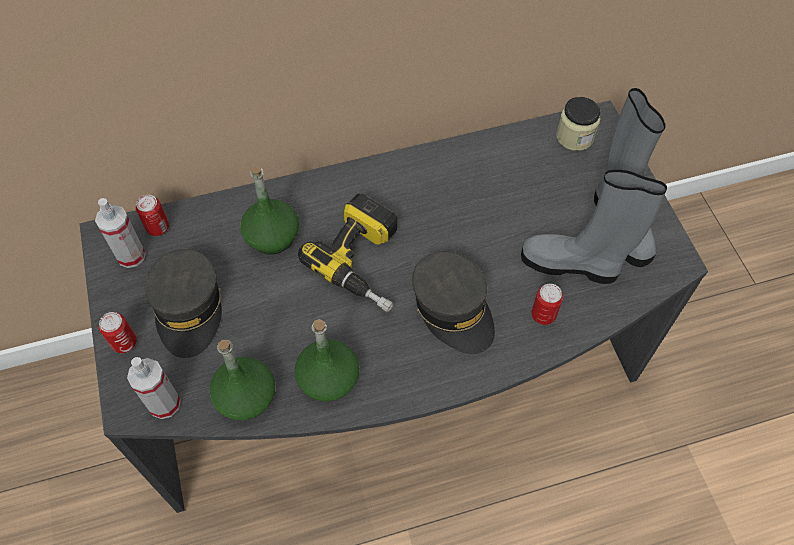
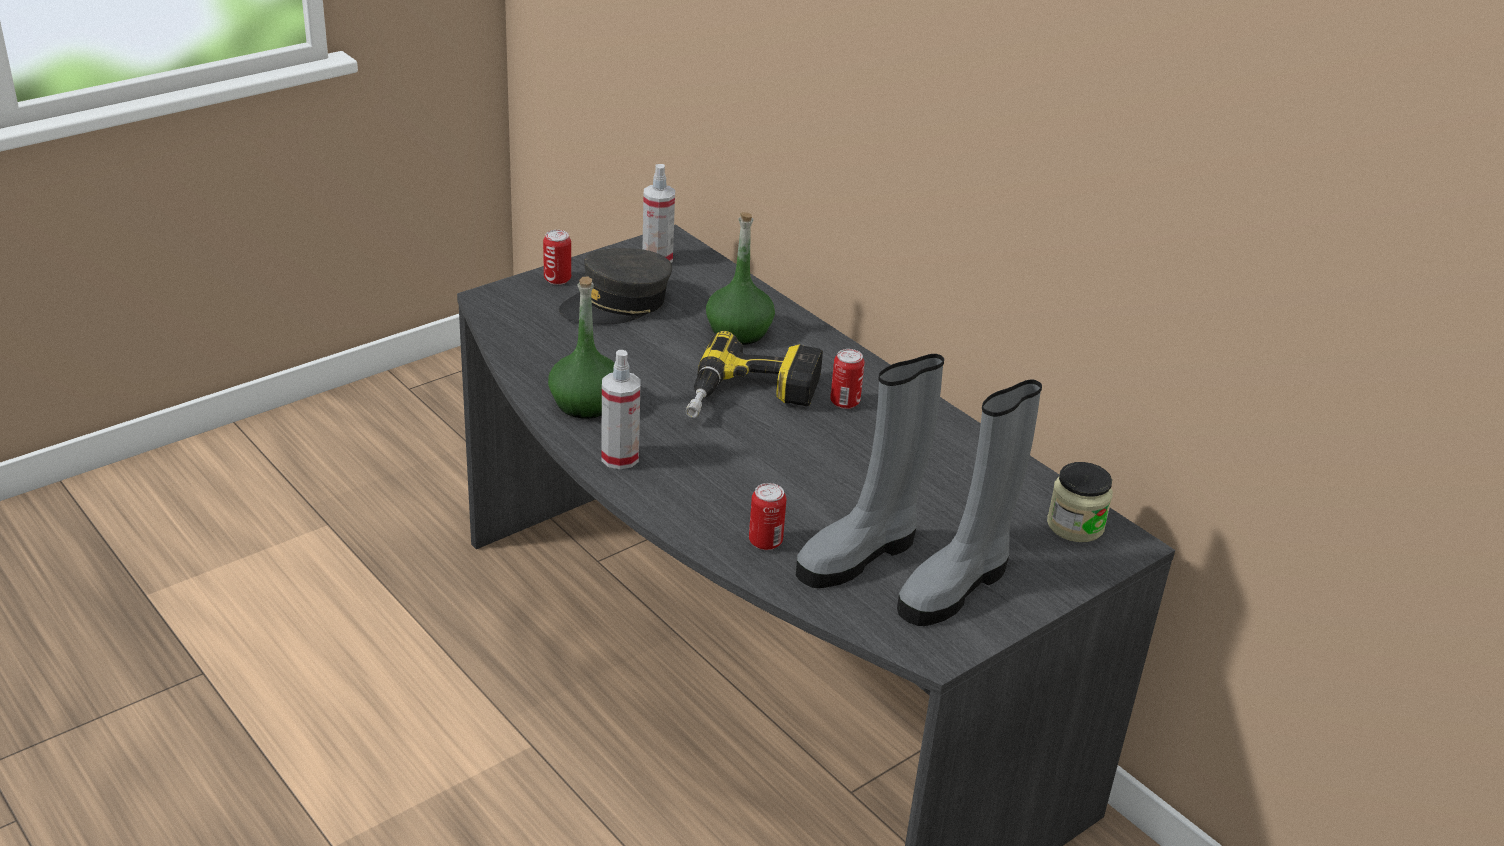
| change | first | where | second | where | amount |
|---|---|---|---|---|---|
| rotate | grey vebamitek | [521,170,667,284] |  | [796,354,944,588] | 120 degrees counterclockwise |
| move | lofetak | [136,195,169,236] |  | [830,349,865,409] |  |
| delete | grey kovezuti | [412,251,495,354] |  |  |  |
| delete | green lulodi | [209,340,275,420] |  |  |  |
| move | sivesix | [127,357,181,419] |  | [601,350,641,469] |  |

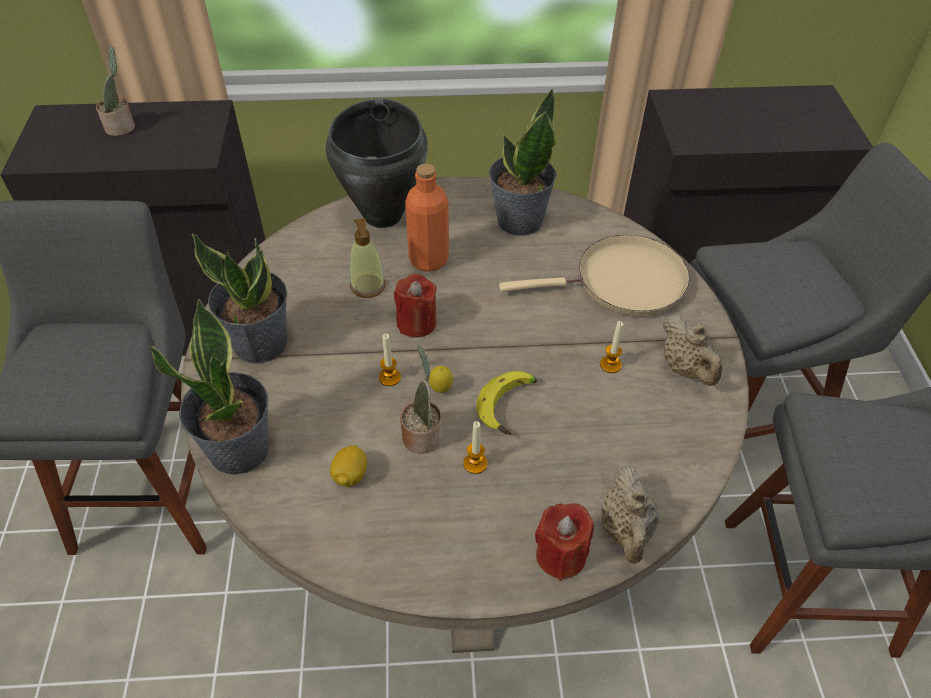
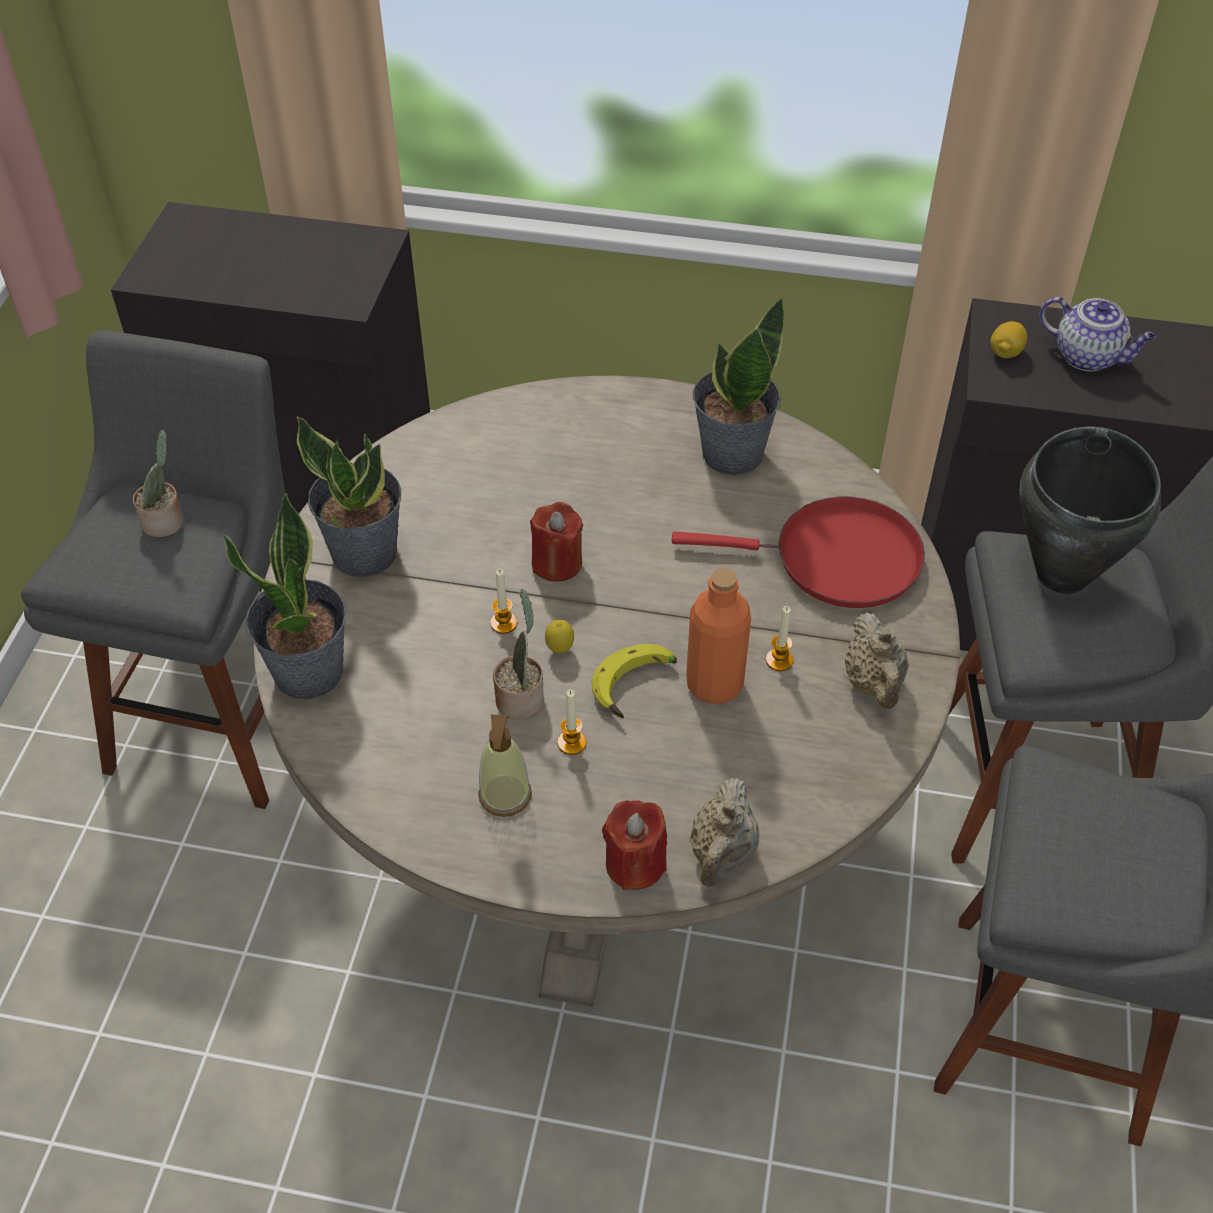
| change | first | where | second | where | amount |
|---|---|---|---|---|---|
| move | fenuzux | [96,45,135,136] |  | [133,430,184,538] |  |
| move | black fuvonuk | [326,98,428,228] |  | [1019,426,1161,594] |  |
| move | orange lulodi | [405,164,449,272] |  | [686,568,751,704] |  |
| move | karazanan | [350,218,386,298] |  | [478,715,532,817] |  |
| recolor | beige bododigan | [499,235,690,316] | red bododigan | [672,497,925,608] |  |
| move | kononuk | [330,445,367,487] |  | [990,321,1027,358] |  |
| insert |  |  | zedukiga | [1039,297,1156,371] |  |

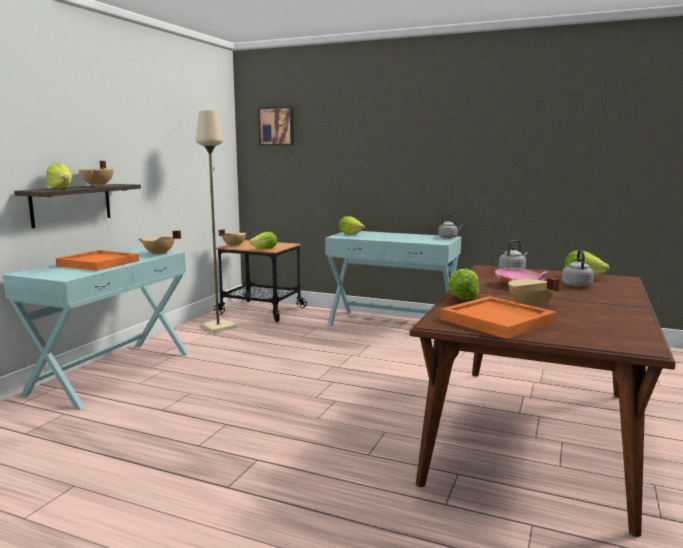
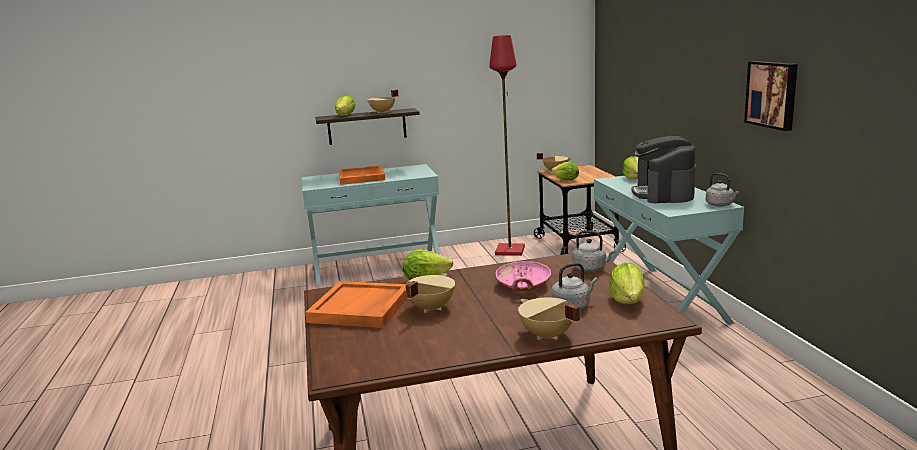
| change | first | where | second | where | amount |
|---|---|---|---|---|---|
| move | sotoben | [258,107,294,145] |  | [744,61,798,131] |  |
| recolor | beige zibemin | [196,110,237,333] | red zibemin | [489,35,525,256] |  |
| move | beige fuvonuk | [139,230,181,256] |  | [518,297,580,340] |  |
| insert |  |  | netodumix | [632,136,696,203] |  |

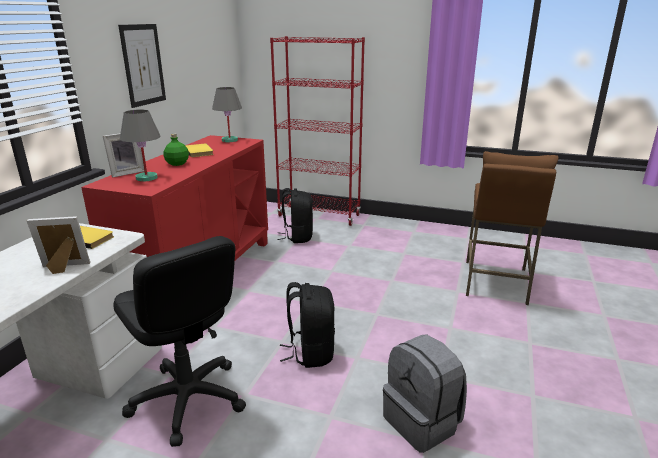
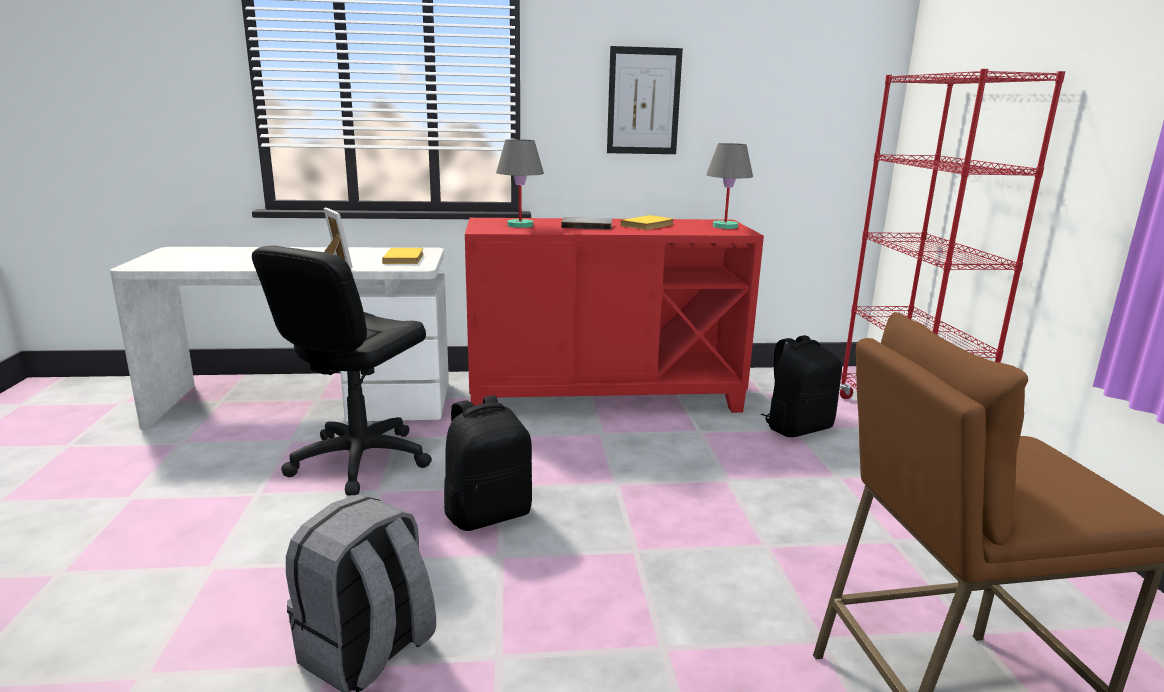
| change | first | where | second | where | amount |
|---|---|---|---|---|---|
| delete | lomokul | [103,133,145,177] |  |  |  |
| replace | green lulodi | [164,134,189,166] | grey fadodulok | [561,217,612,230] |  |

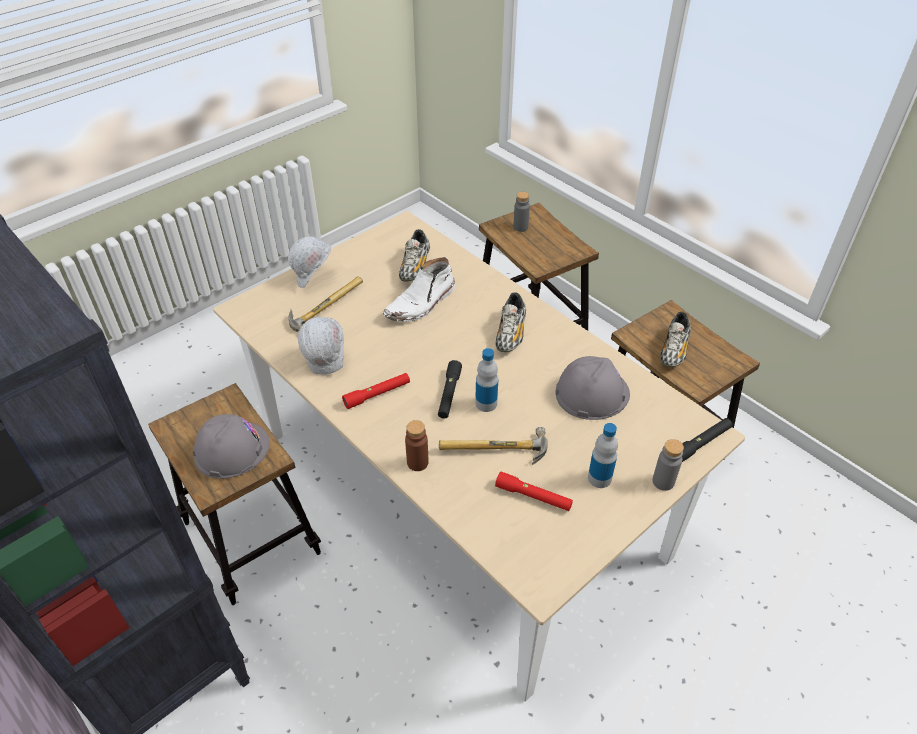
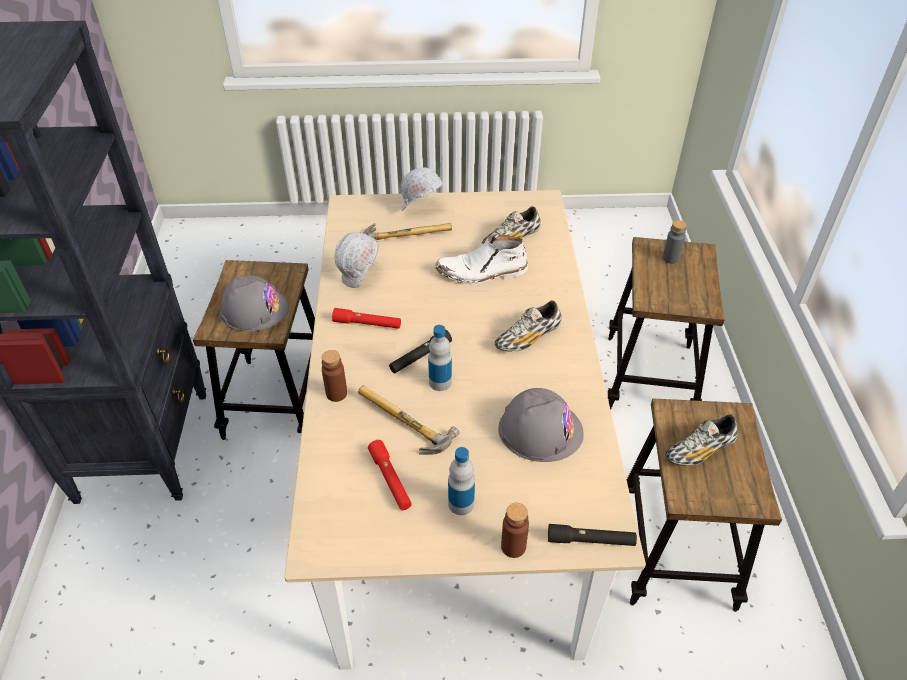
| change | first | where | second | where | amount |
|---|---|---|---|---|---|
| recolor | grey lulodi | [653,439,684,491] | brown lulodi | [501,503,529,558] |  |

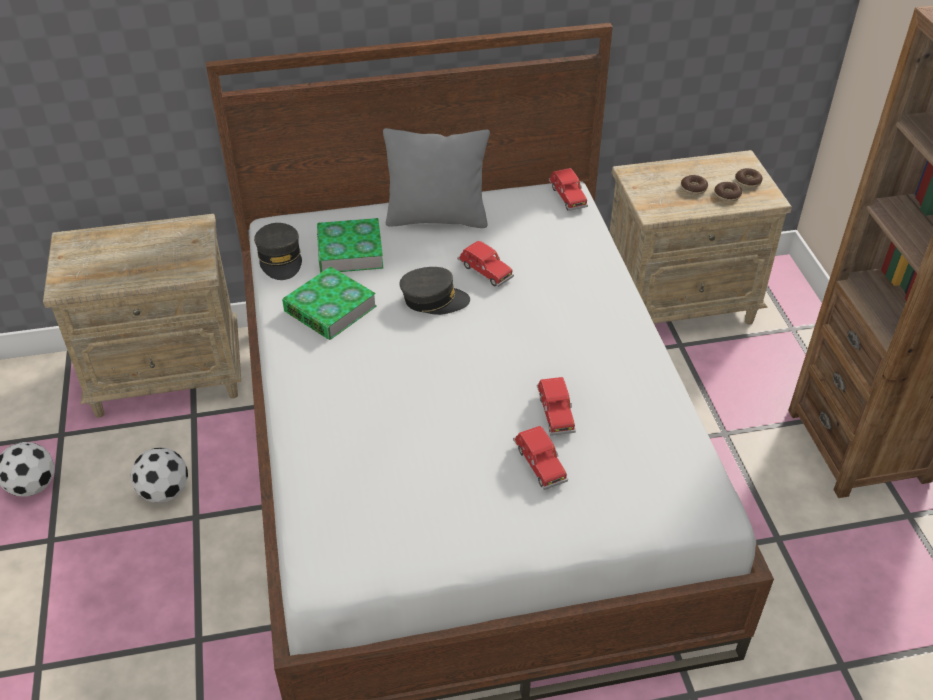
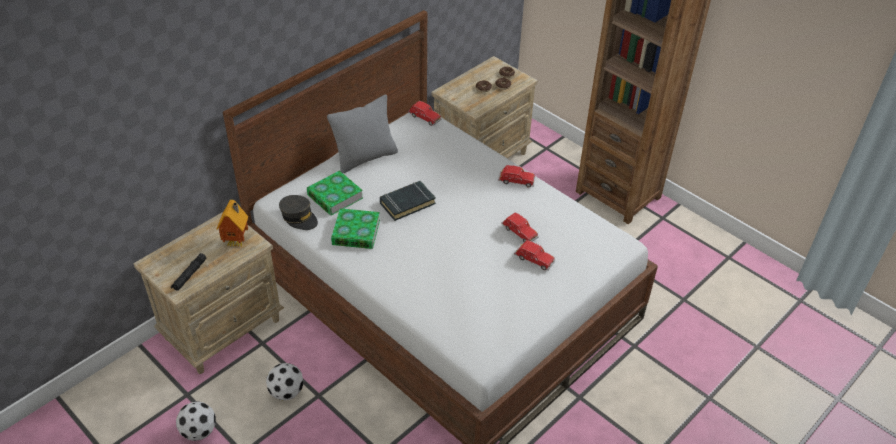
| change | first | where | second | where | amount |
|---|---|---|---|---|---|
| move | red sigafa | [457,241,514,287] |  | [498,165,535,187] |  |
| replace | grey kovezuti | [399,267,470,315] | black fadodulok | [380,181,436,221] |  |
| insert |  |  | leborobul | [216,200,248,247] |  |
| insert |  |  | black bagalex | [171,253,206,291] |  |

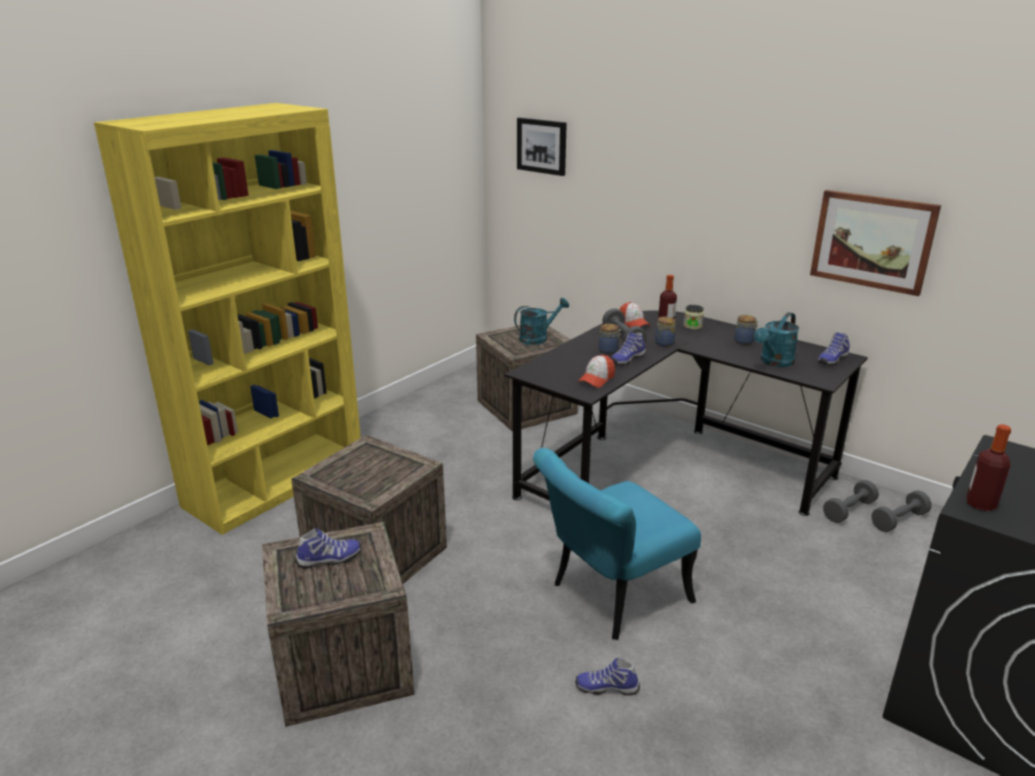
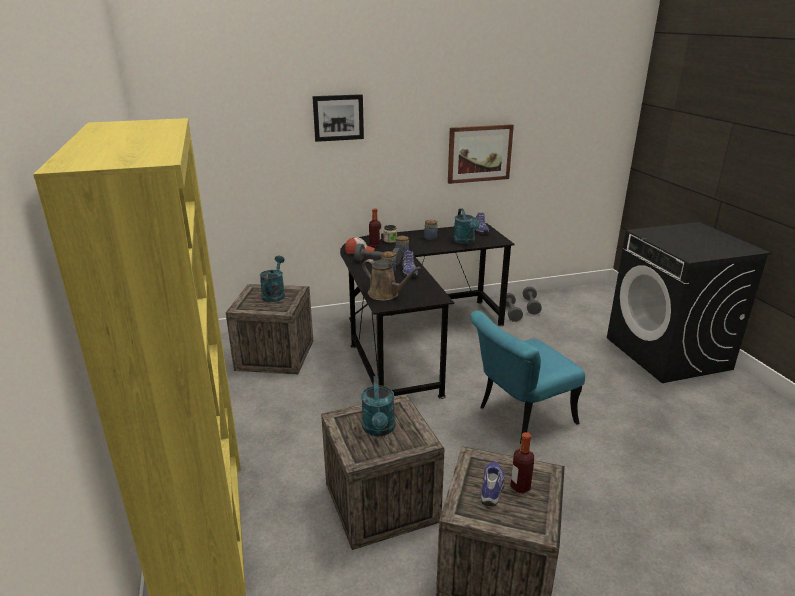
| change | first | where | second | where | amount |
|---|---|---|---|---|---|
| move | sotoben | [517,118,567,176] |  | [312,94,364,142] |  |
| delete | kovezuti | [578,355,615,388] |  |  |  |
| move | lulodi | [966,424,1011,511] |  | [510,432,534,494] |  |
| rotate | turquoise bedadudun | [533,448,701,640] |  | [470,311,585,444] | 60 degrees clockwise |
| delete | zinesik | [576,657,640,695] |  |  |  |
| insert |  |  | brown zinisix | [362,259,421,301] |  |
| insert |  |  | turquoise zinisix | [361,376,395,436] |  |

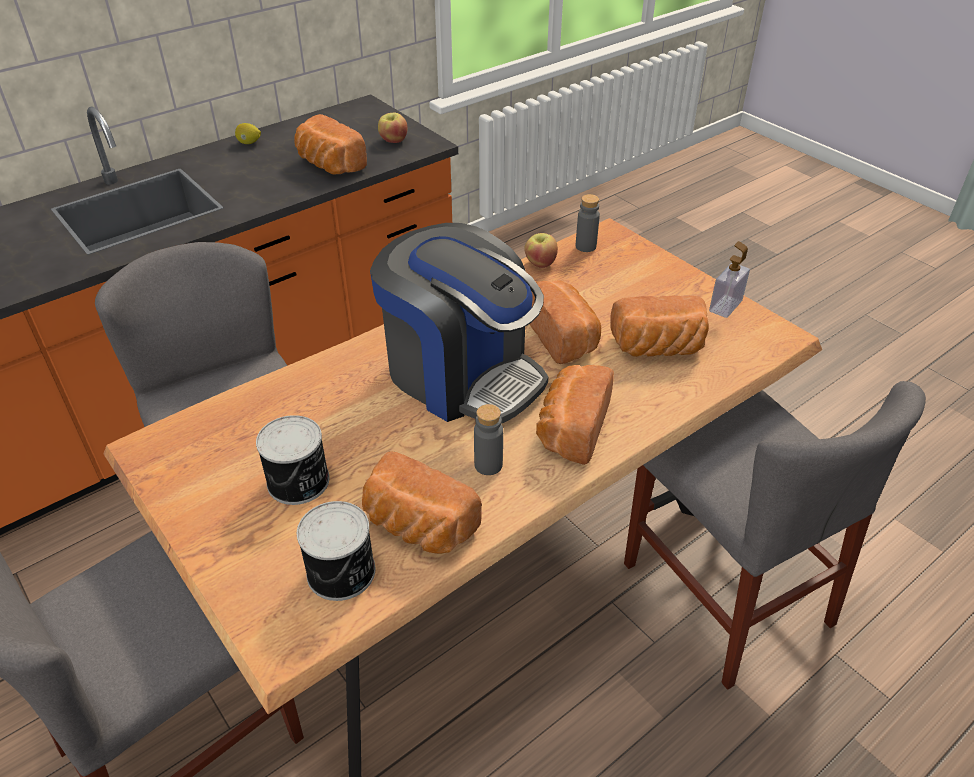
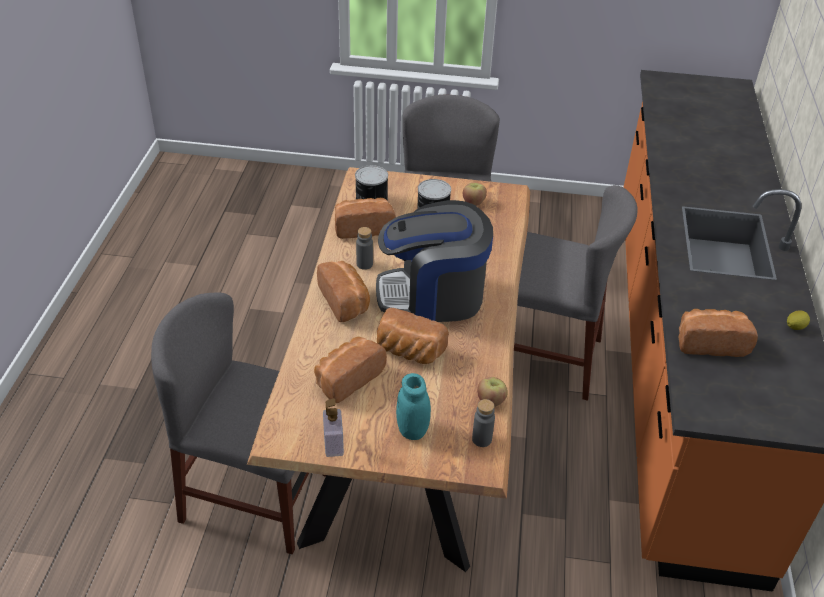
| change | first | where | second | where | amount |
|---|---|---|---|---|---|
| move | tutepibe | [378,113,407,143] |  | [463,183,487,206] |  |
| insert |  |  | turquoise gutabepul | [396,373,431,440] |  |

